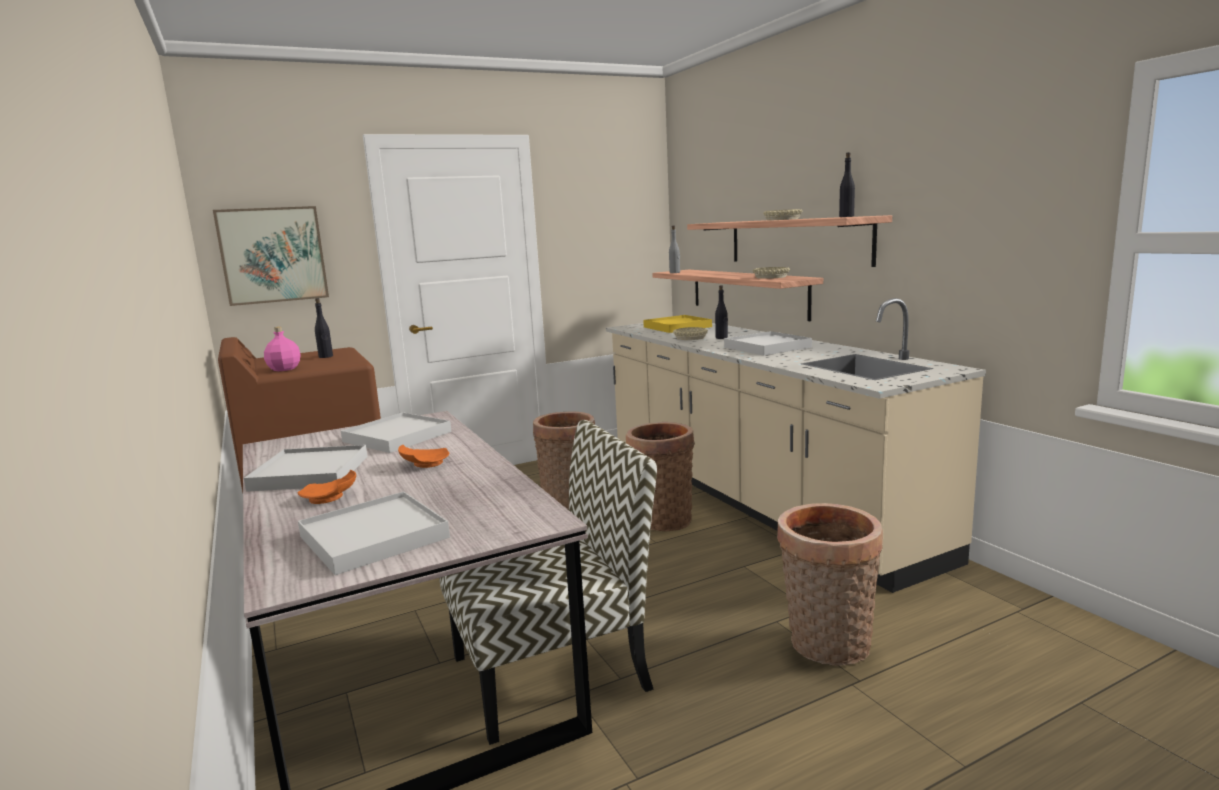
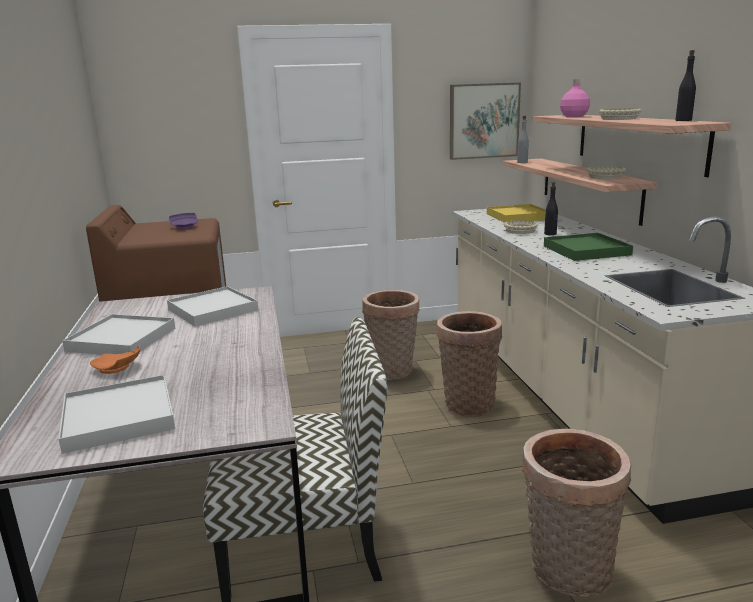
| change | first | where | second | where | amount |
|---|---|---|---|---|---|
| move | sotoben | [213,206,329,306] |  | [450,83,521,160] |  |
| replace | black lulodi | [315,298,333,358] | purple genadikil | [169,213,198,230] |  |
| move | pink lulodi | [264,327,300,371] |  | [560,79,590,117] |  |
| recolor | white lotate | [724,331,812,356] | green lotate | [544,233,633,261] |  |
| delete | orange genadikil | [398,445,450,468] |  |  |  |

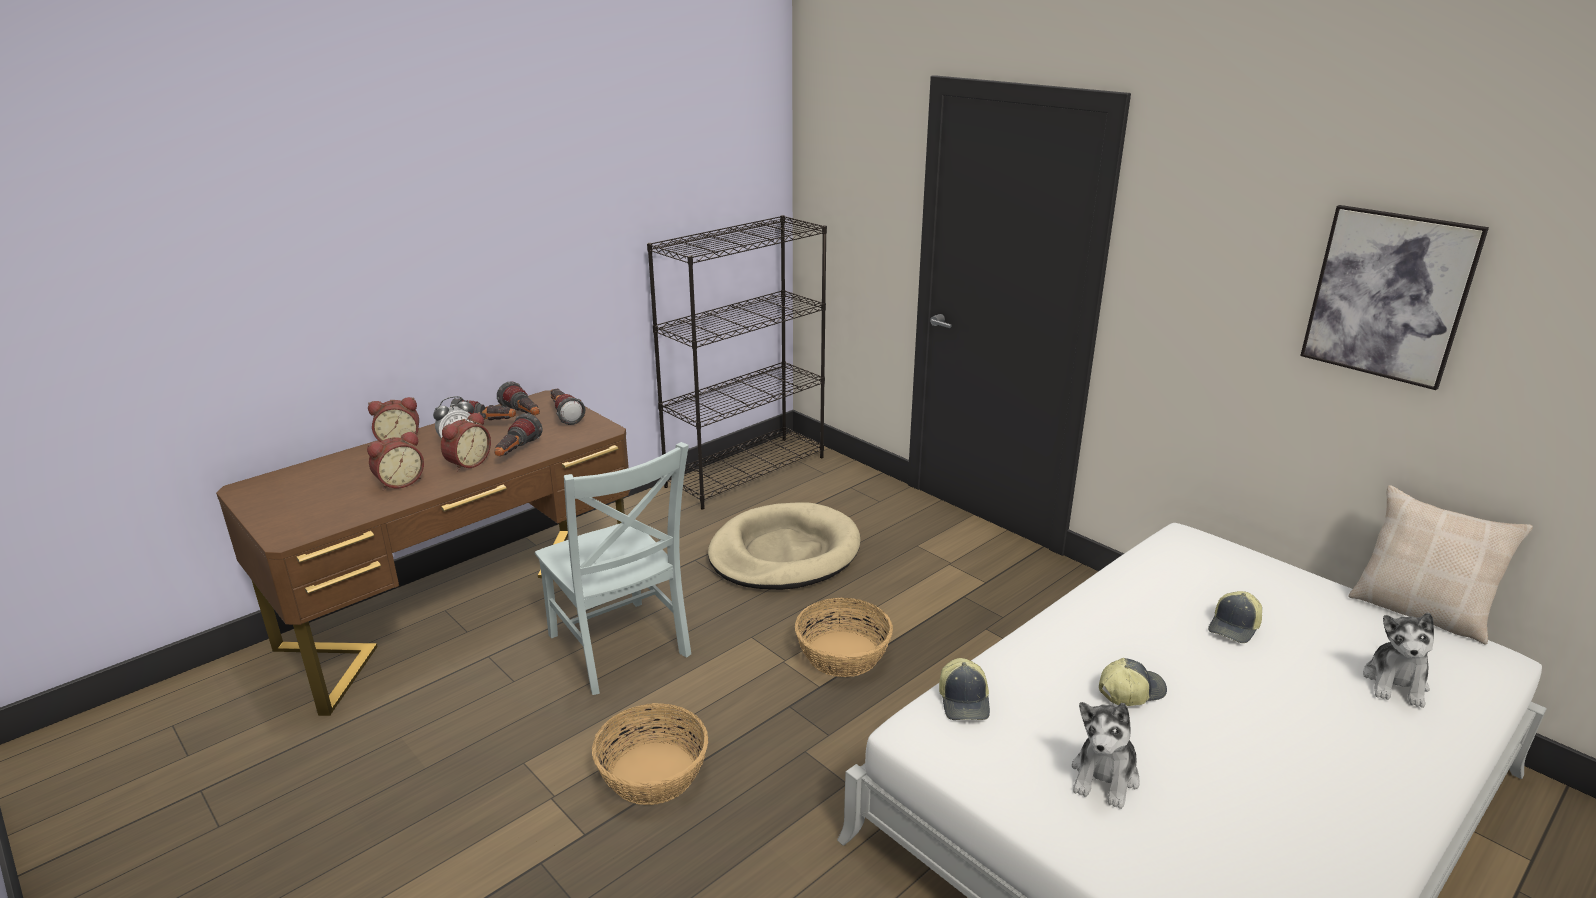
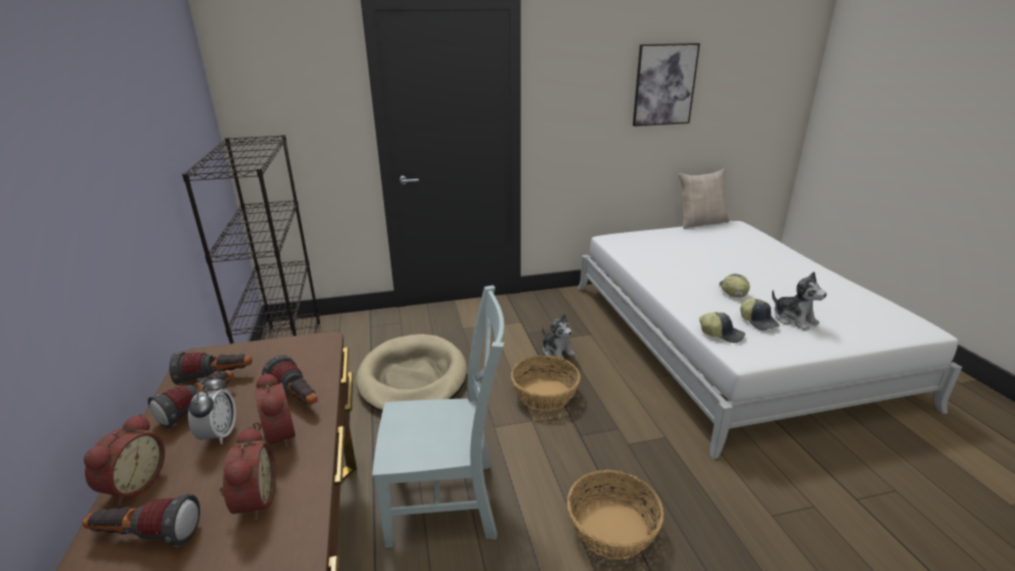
| change | first | where | second | where | amount |
|---|---|---|---|---|---|
| move | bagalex | [550,389,585,425] |  | [82,493,200,547] |  |
| move | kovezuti | [1208,591,1262,643] |  | [740,298,780,330] |  |
| move | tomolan | [1363,613,1434,708] |  | [542,314,575,360] |  |

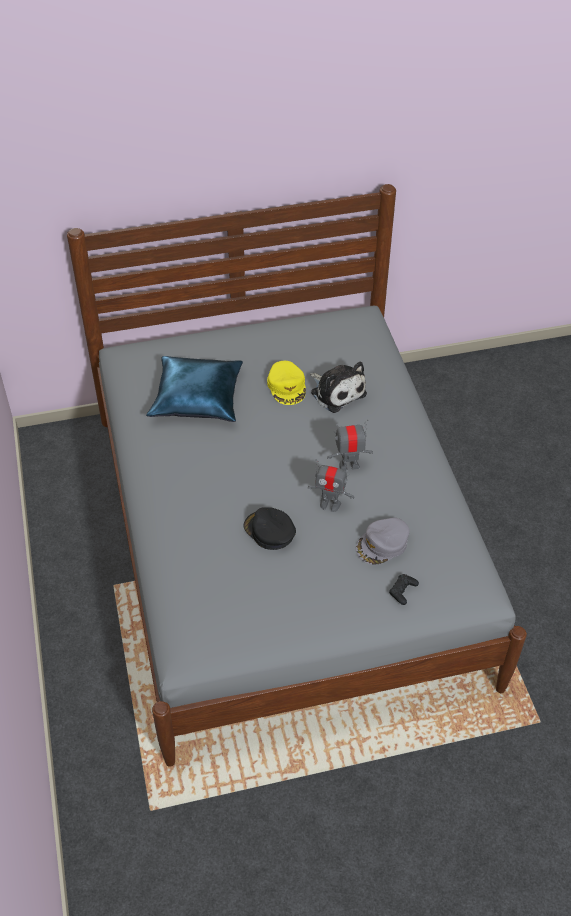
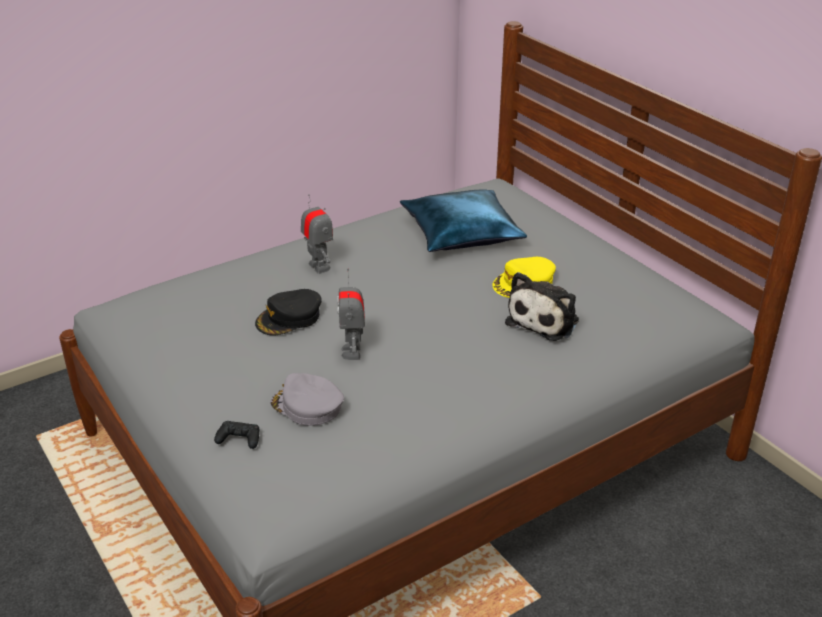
| change | first | where | second | where | amount |
|---|---|---|---|---|---|
| move | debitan | [327,420,373,470] |  | [301,194,333,274] |  |
| rotate | black kovezuti | [243,507,296,550] |  | [255,289,322,335] | 150 degrees counterclockwise |

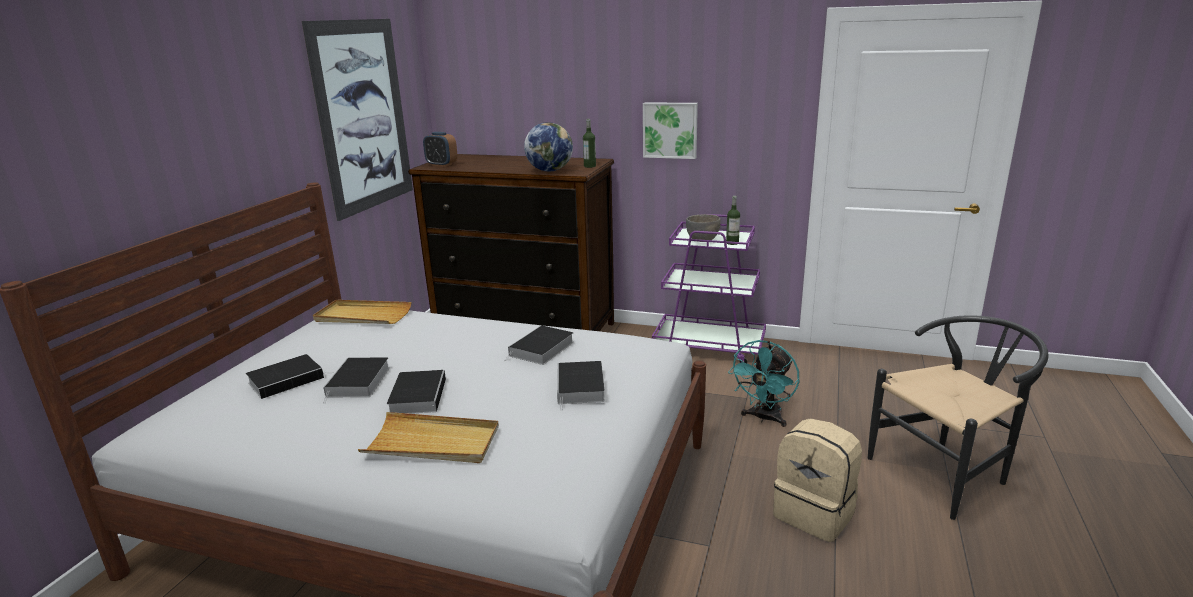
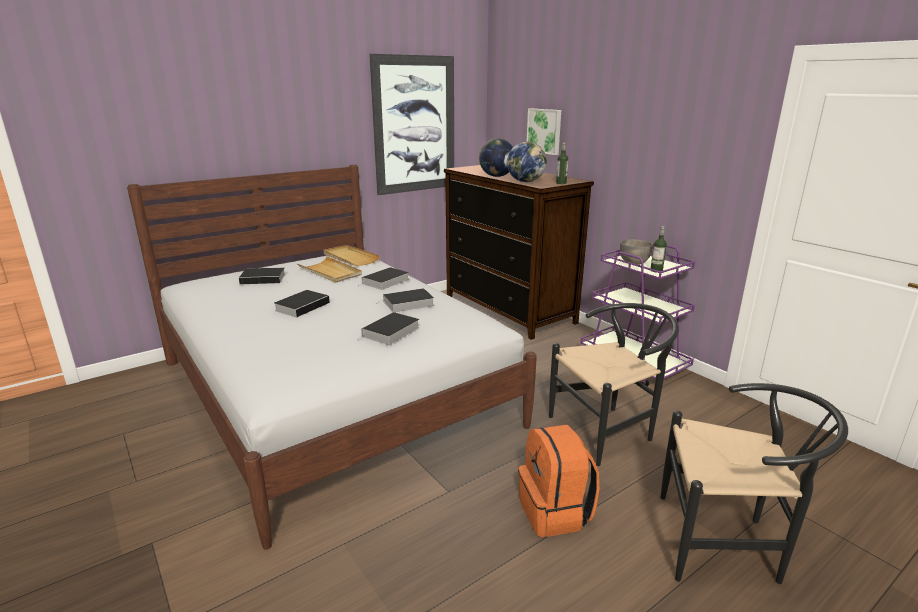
| change | first | where | second | where | amount |
|---|---|---|---|---|---|
| move | sotoben | [643,102,698,159] |  | [527,108,561,155] |  |
| delete | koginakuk | [423,132,458,167] |  |  |  |
| replace | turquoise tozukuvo | [728,340,799,427] | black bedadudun | [549,303,679,466] |  |
| move | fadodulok | [323,357,390,404] |  | [358,267,409,290] |  |
| move | beige lotate | [358,412,499,463] |  | [297,256,362,283] |  |
| recolor | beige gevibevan | [773,418,862,542] | orange gevibevan | [518,425,599,537] |  |
| insert |  |  | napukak | [479,138,513,177] |  |

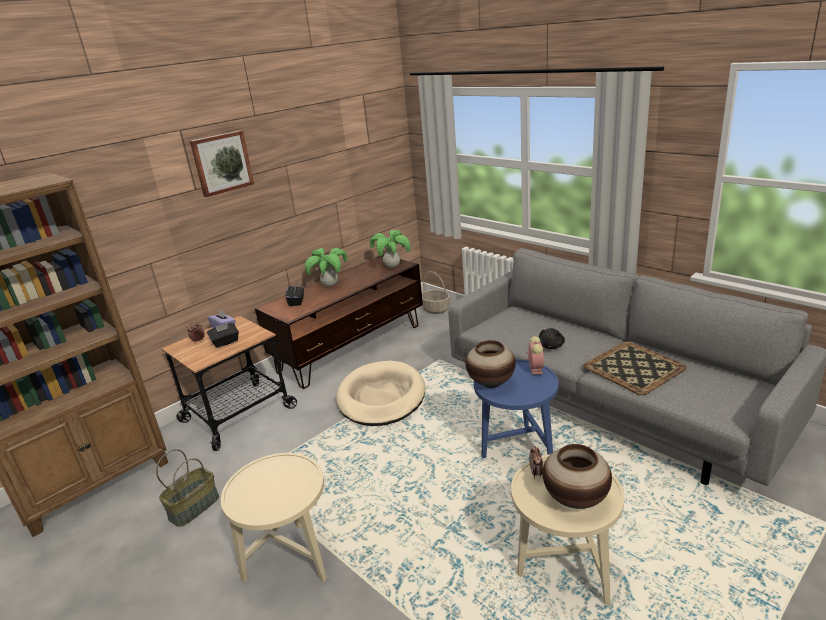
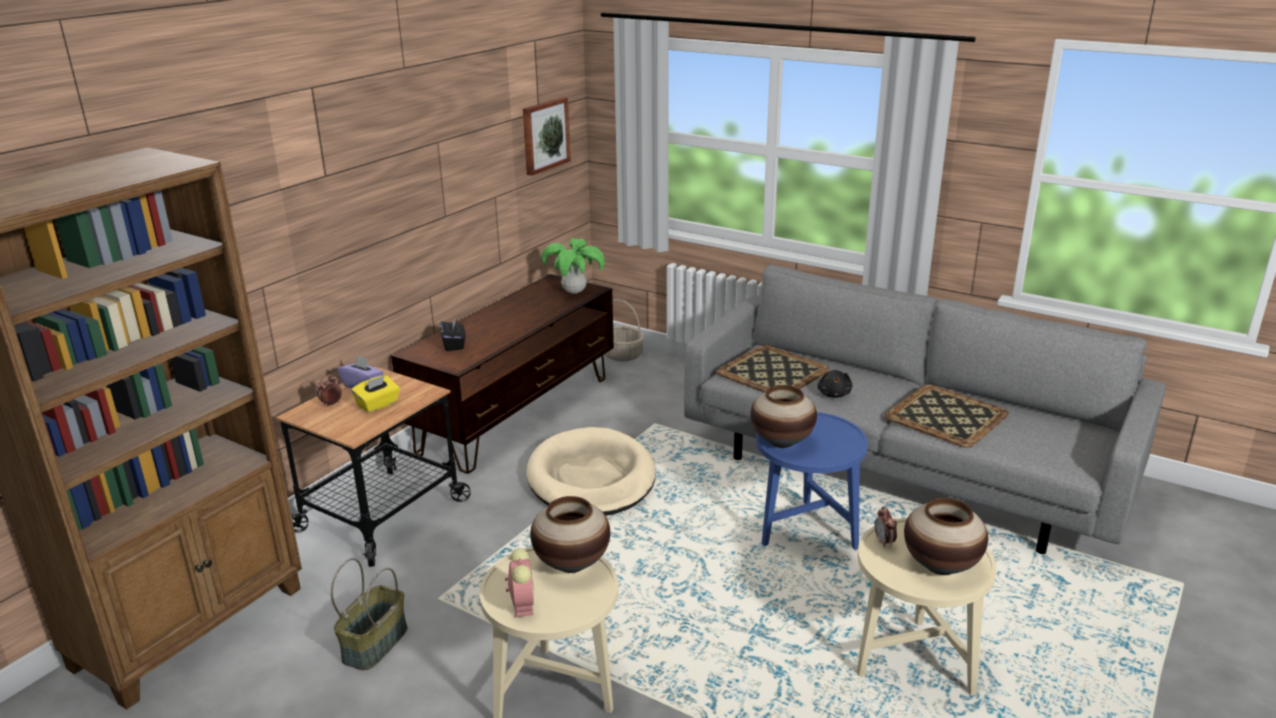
| change | first | where | second | where | amount |
|---|---|---|---|---|---|
| move | sotoben | [190,130,254,197] |  | [523,97,571,176] |  |
| delete | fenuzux | [305,248,348,287] |  |  |  |
| recolor | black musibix | [207,323,239,348] | yellow musibix | [351,375,400,413] |  |
| move | koginakuk | [527,336,544,375] |  | [505,548,534,617] |  |
| insert |  |  | lotate | [716,345,830,393] |  |
| insert |  |  | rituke | [530,496,610,573] |  |

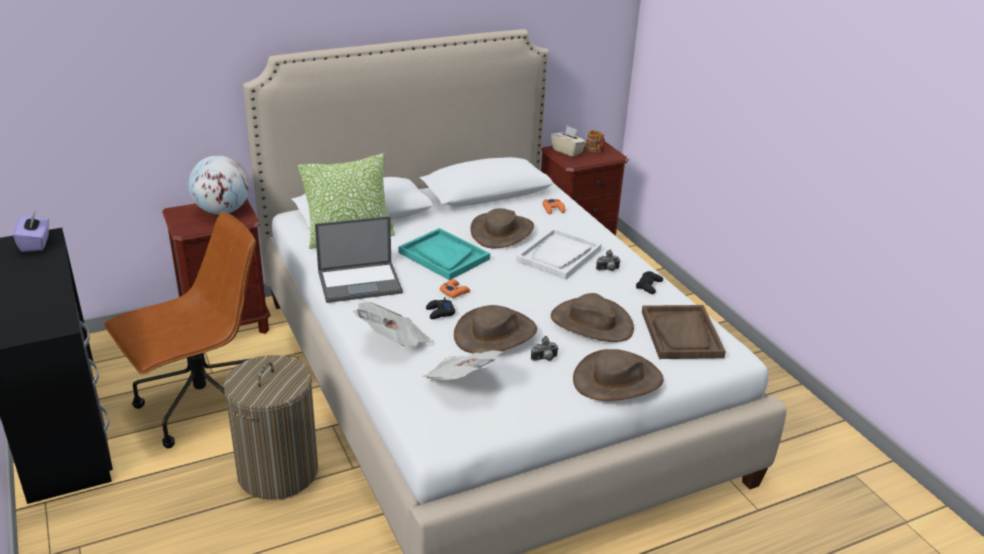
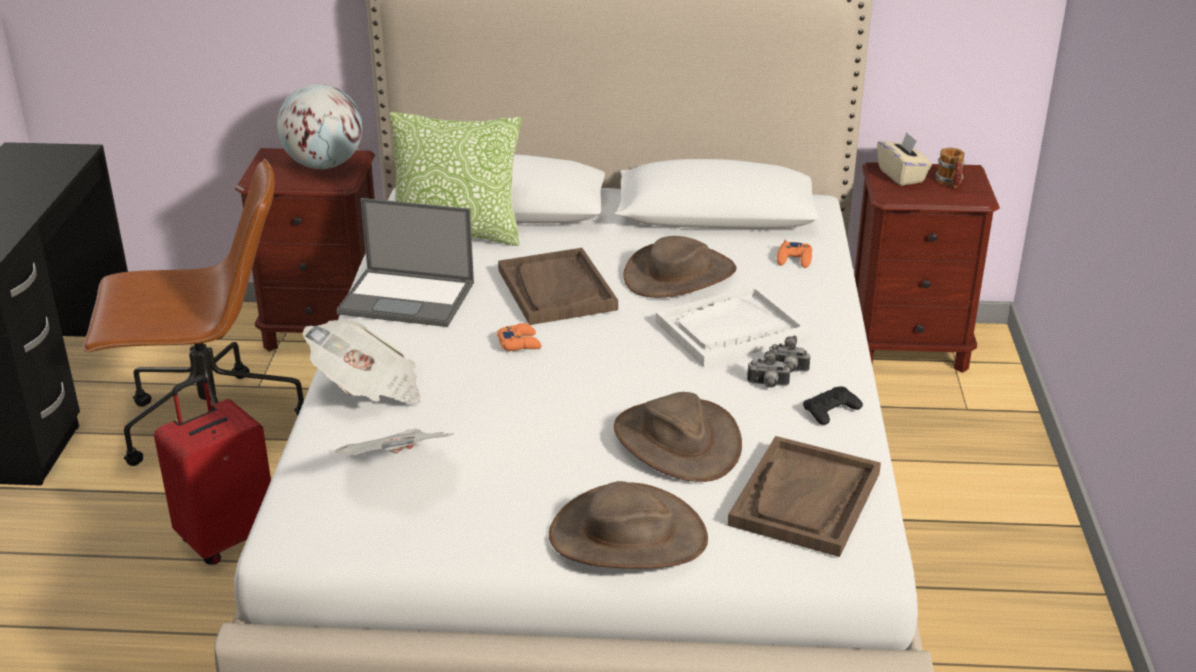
| change | first | where | second | where | amount |
|---|---|---|---|---|---|
| delete | purple musibix | [13,211,49,252] |  |  |  |
| recolor | turquoise lotate | [398,228,490,280] | brown lotate | [498,248,618,325] |  |
| delete | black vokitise | [426,298,455,319] |  |  |  |
| delete | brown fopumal | [454,305,537,353] |  |  |  |
| move | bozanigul | [531,336,559,361] |  | [747,350,790,388] |  |
| replace | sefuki | [224,354,318,500] | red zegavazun | [154,375,271,565] |  |

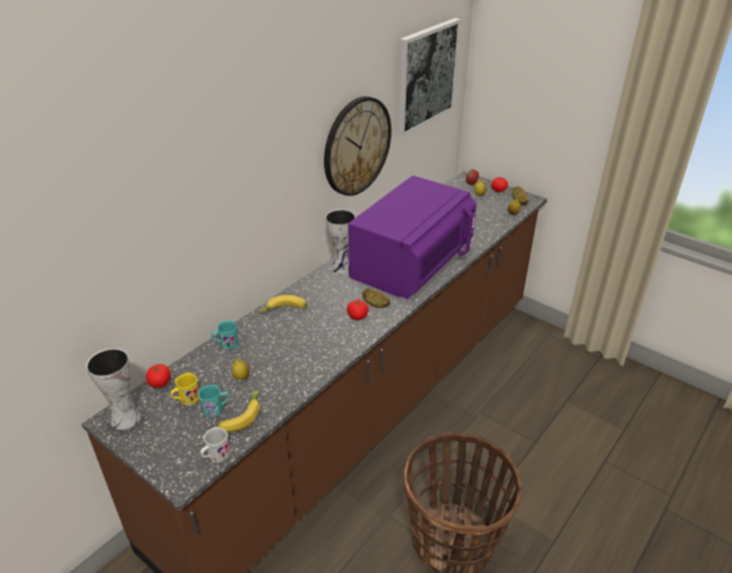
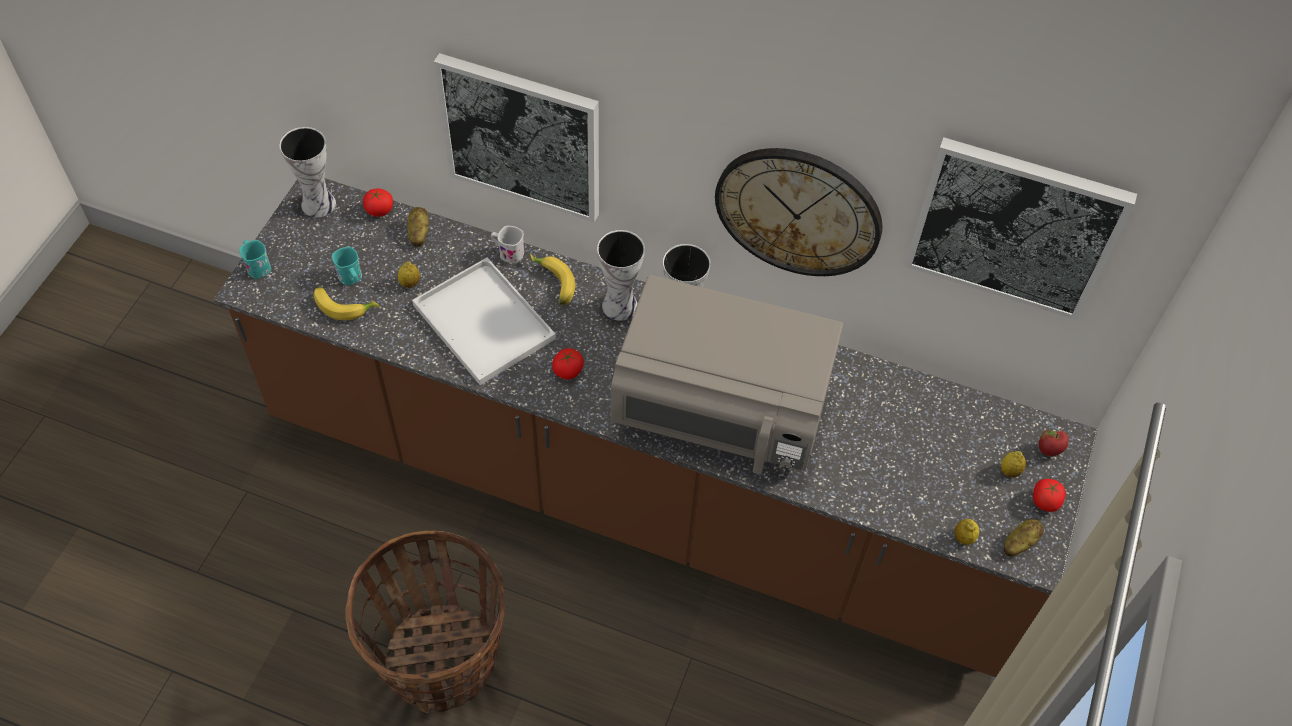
| change | first | where | second | where | amount |
|---|---|---|---|---|---|
| recolor | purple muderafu | [348,176,476,299] | grey muderafu | [611,275,843,474] |  |
| move | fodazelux | [362,288,390,308] |  | [407,207,429,247] |  |
| move | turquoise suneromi | [211,321,238,350] |  | [239,240,271,279] |  |
| delete | yellow suneromi | [170,373,199,406] |  |  |  |
| move | white suneromi | [200,427,231,463] |  | [491,226,524,263] |  |
| insert |  |  | sotoben | [434,53,599,222] |  |
| insert |  |  | rituke | [597,230,645,321] |  |
| insert |  |  | white lotate | [412,257,556,385] |  |

